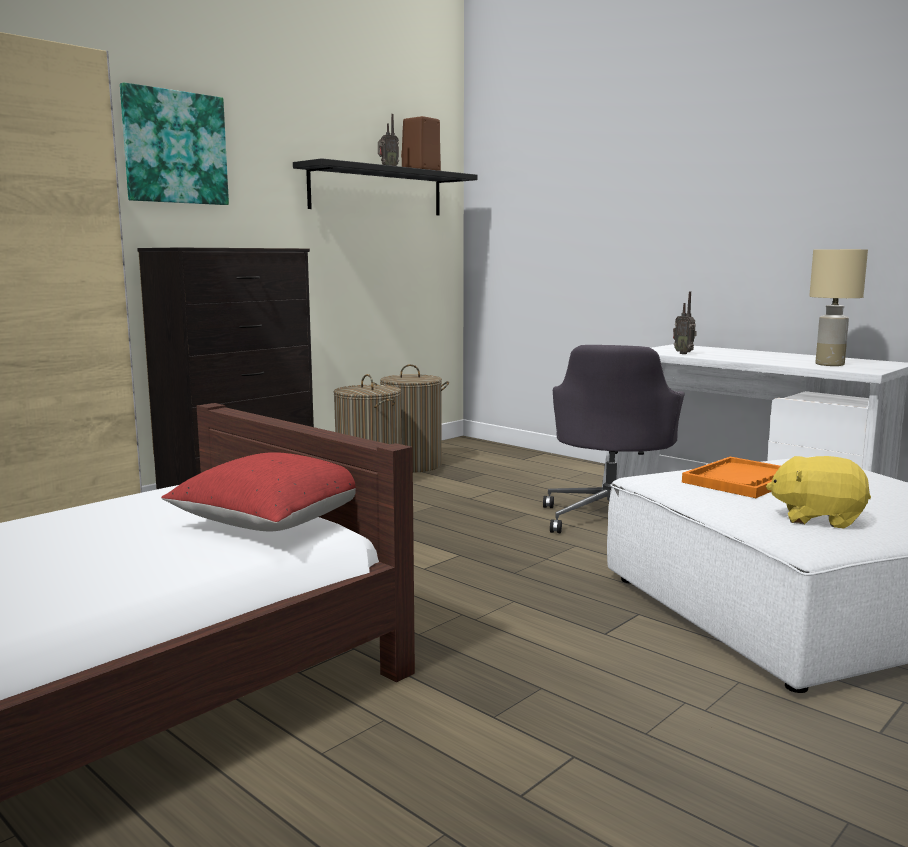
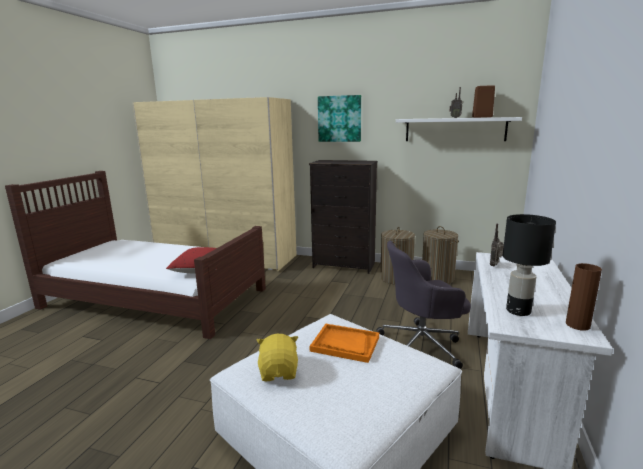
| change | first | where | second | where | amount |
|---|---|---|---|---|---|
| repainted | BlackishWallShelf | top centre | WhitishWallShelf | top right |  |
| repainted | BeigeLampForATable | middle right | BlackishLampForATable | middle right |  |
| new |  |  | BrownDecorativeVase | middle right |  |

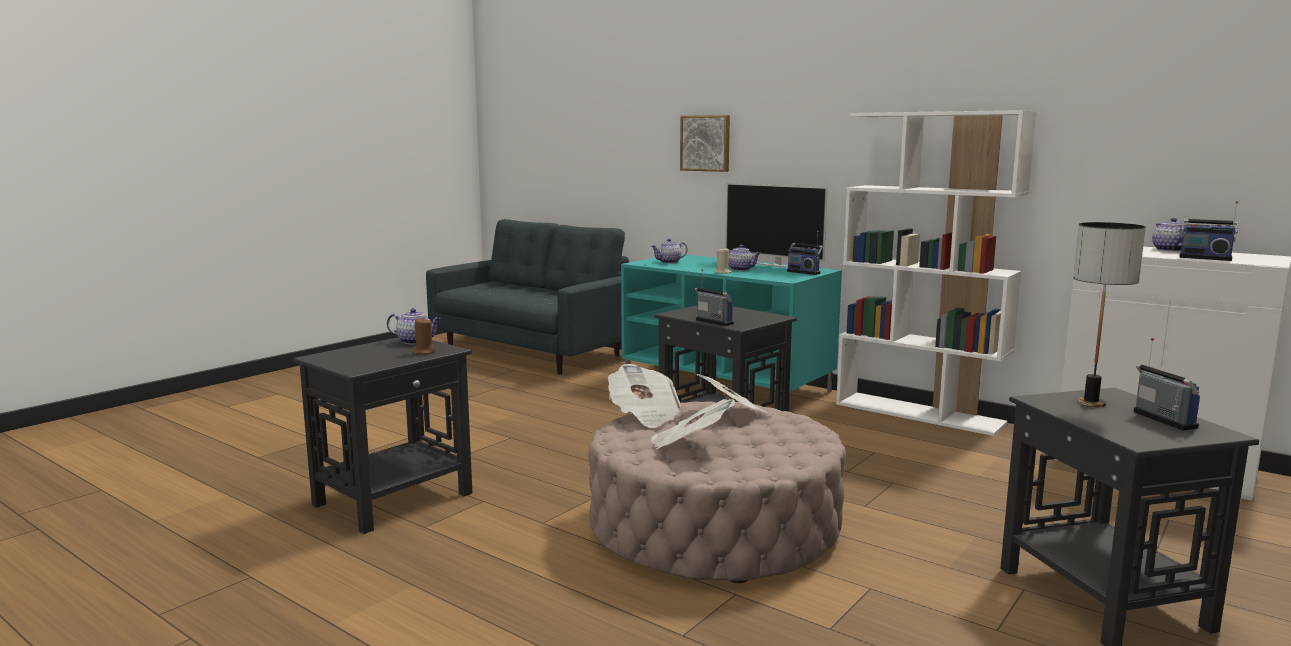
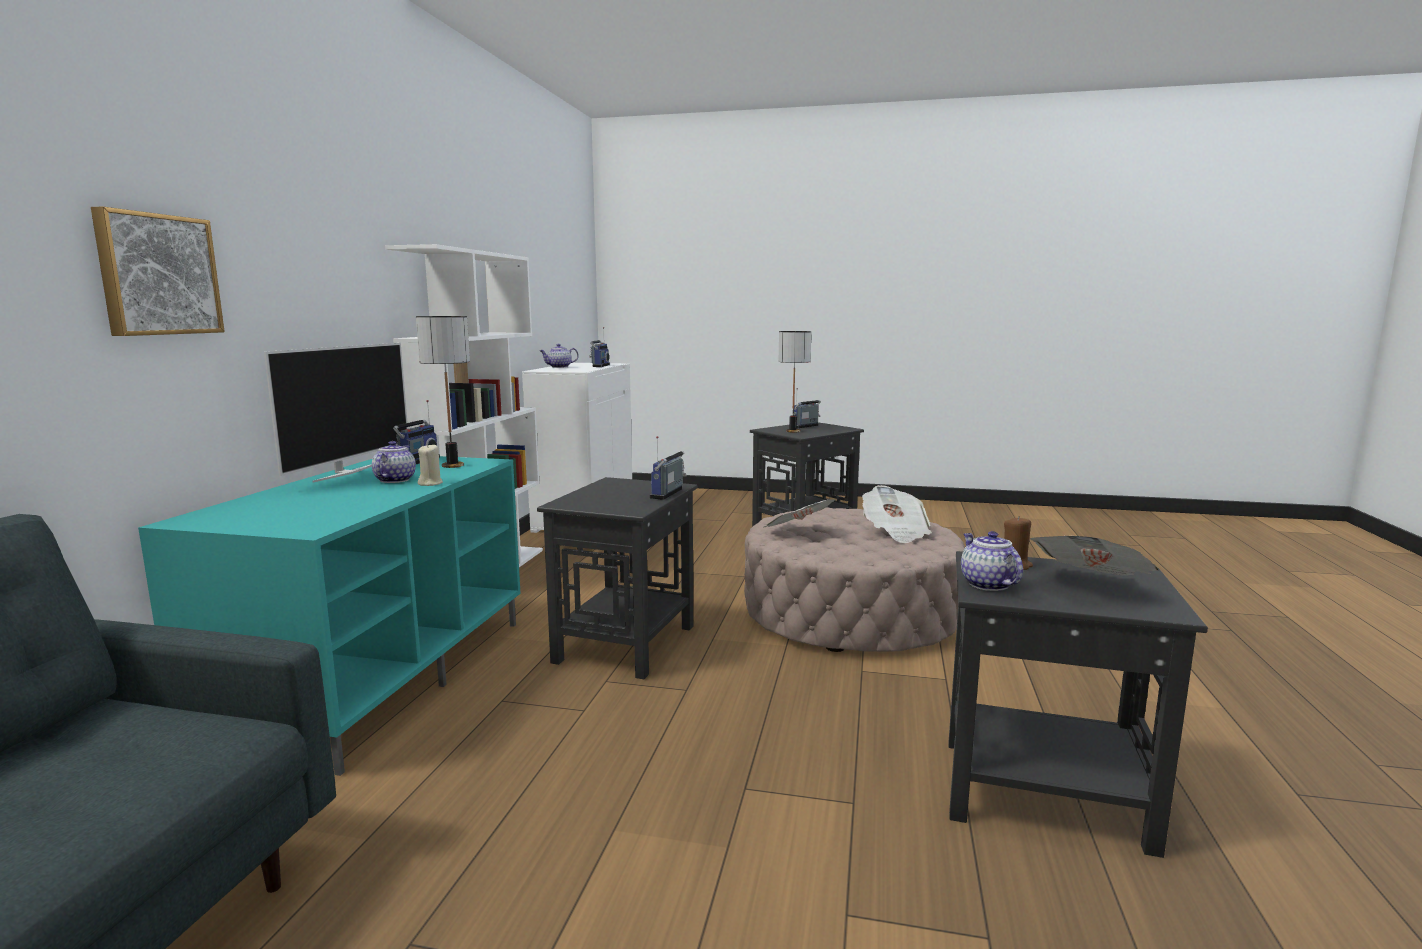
| change | first | where | second | where | amount |
|---|---|---|---|---|---|
| new |  |  | LampForATable (no. 1 from left) | middle left |  |
| shifted | Newspaper (no. 1 from left in the first image) | centre | Newspaper (no. 3 from left) | middle right |  |
| gone | TeaPot (no. 2 from left) | centre |  |  |  |

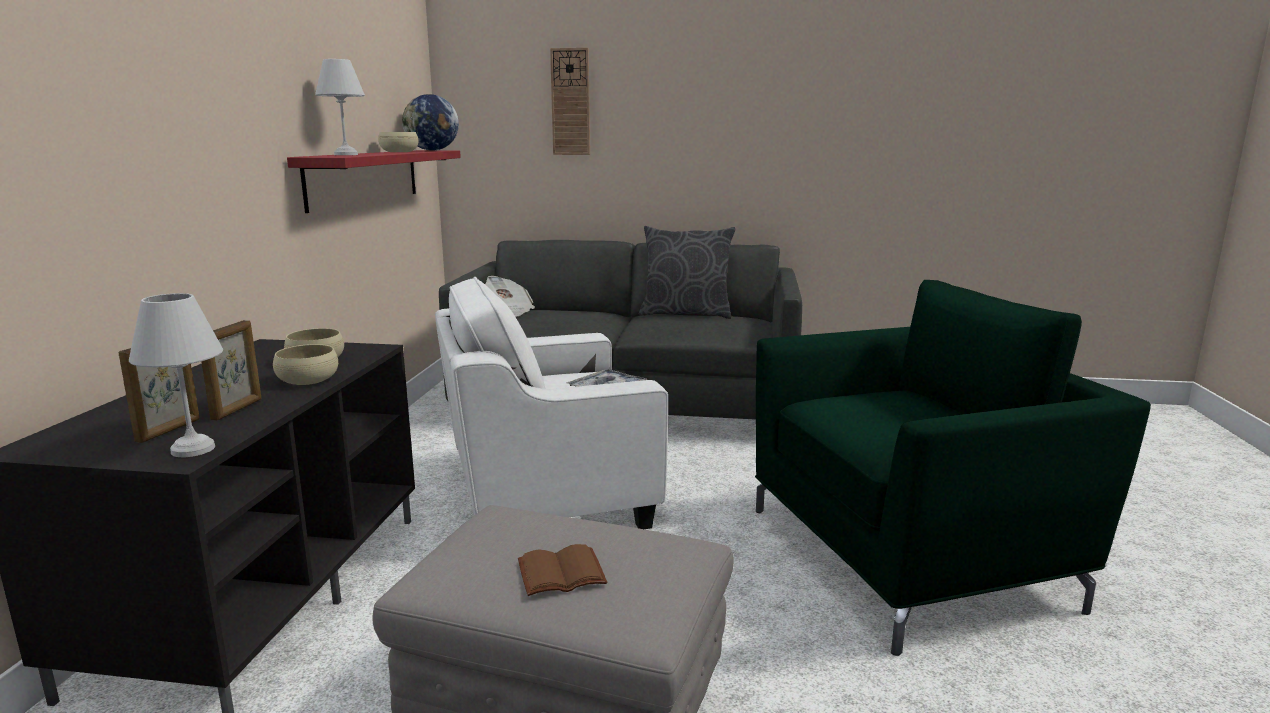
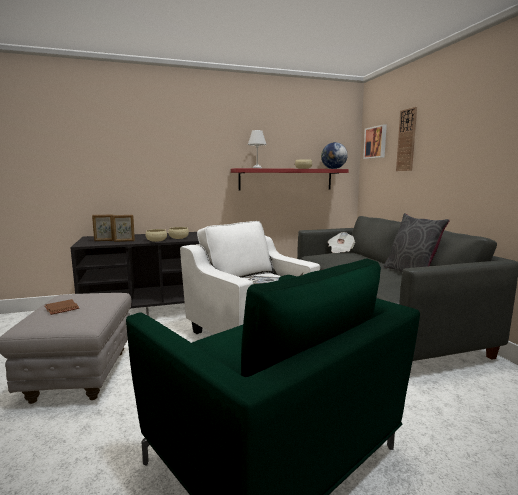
| change | first | where | second | where | amount |
|---|---|---|---|---|---|
| new |  |  | WallArt | top right |  |
| gone | WhitishLampForATable (no. 1 from left) | middle left |  |  |  |

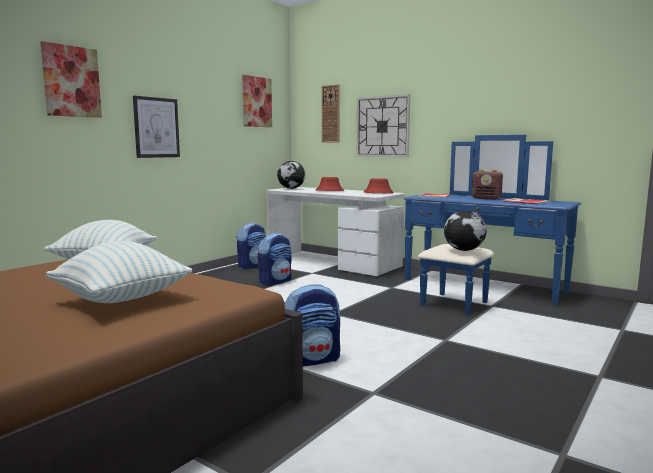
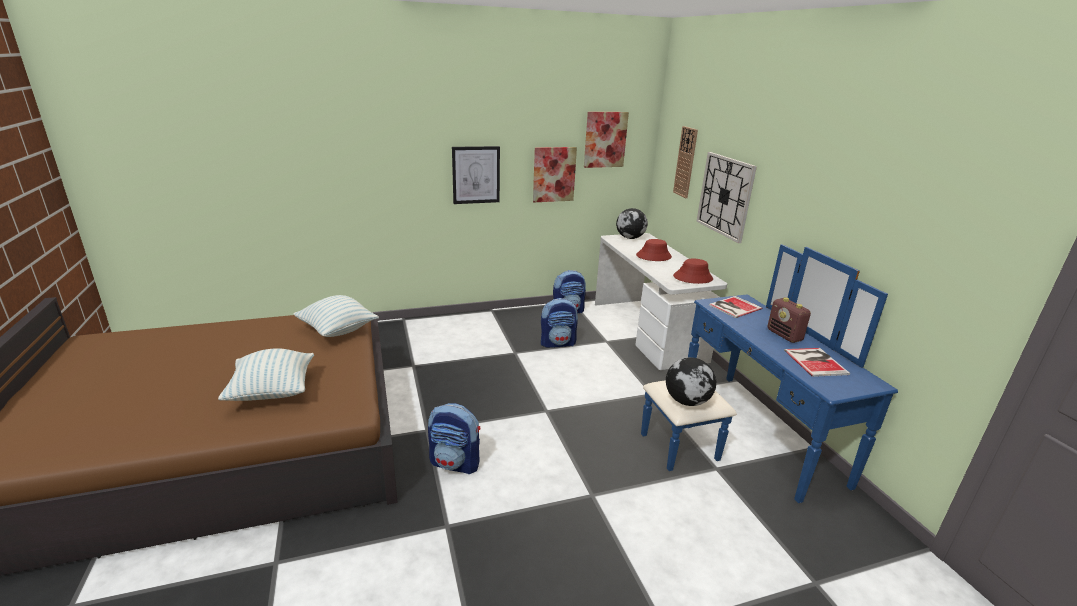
| change | first | where | second | where | amount |
|---|---|---|---|---|---|
| shifted | WallArt (no. 1 from left in the first image) | top left | WallArt (no. 2 from left) | top centre |  |

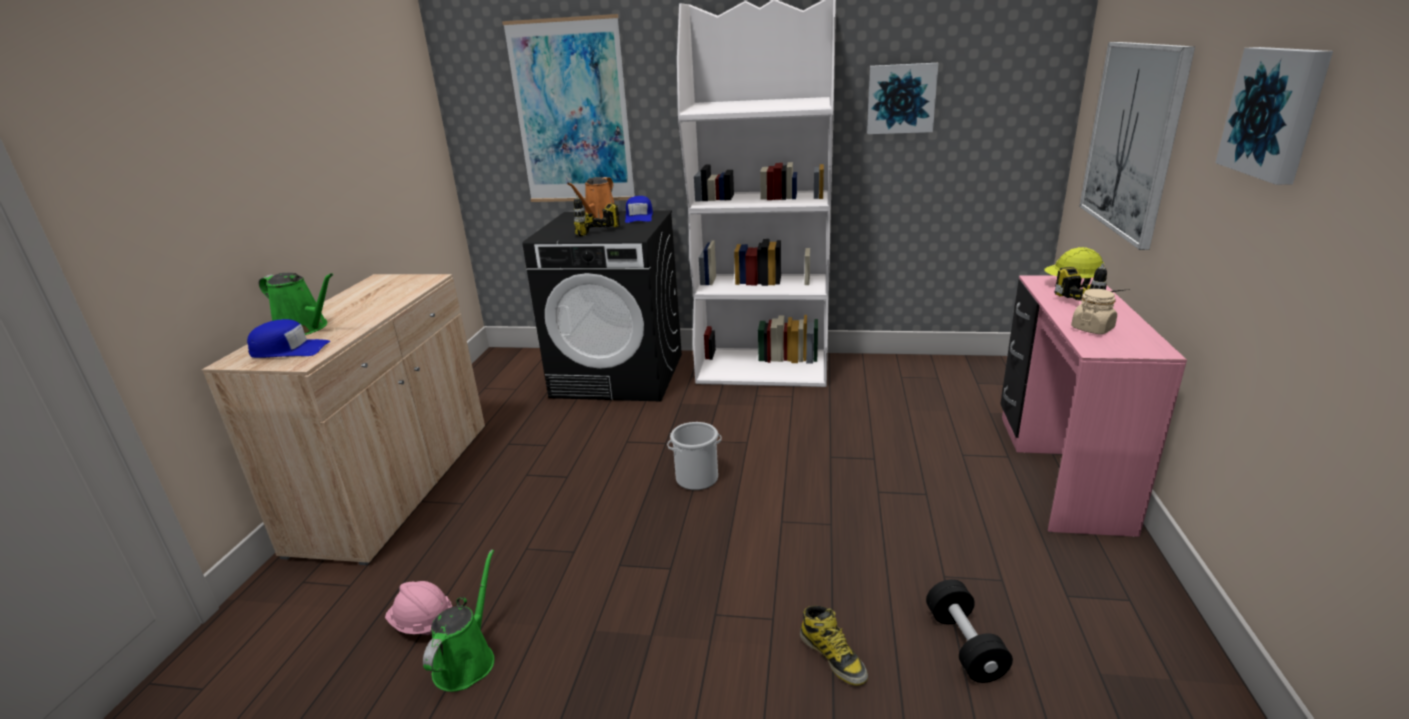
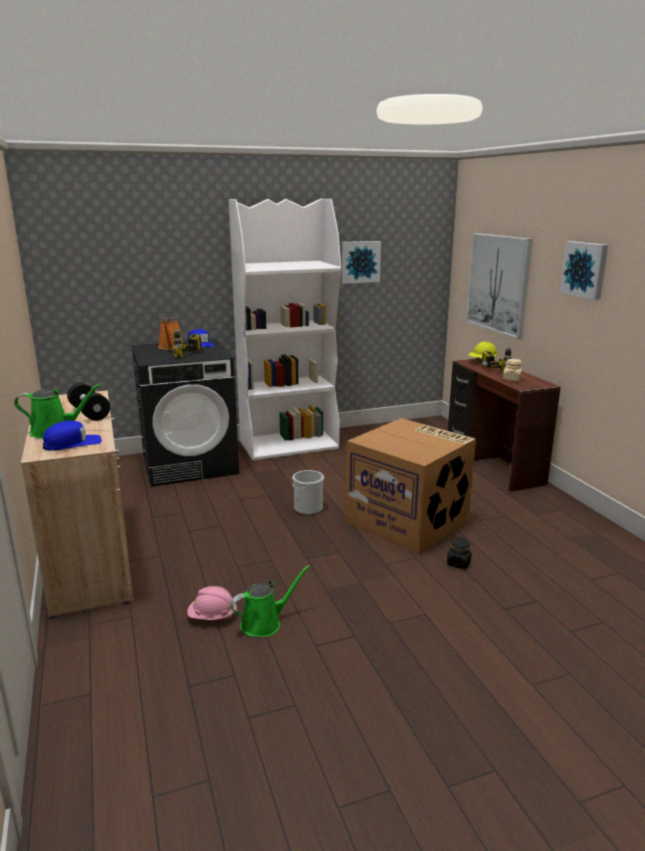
| change | first | where | second | where | amount |
|---|---|---|---|---|---|
| shifted | BlackishHandWeight | bottom right |  | middle left |  |
| rotated | GreenColouredSprinklingCan (no. 2 from left) | bottom left |  | bottom centre | 75 degrees clockwise |
| new |  |  | CardboardBox | centre |  |
| swapped | HighTopBoot | bottom centre | BlackishStorageJar | middle right |  |
| repainted | PinkColouredDeskTable | middle right | BrownDeskTable | middle right |  |
| gone | WallArt (no. 1 from left) | top centre |  |  |  |

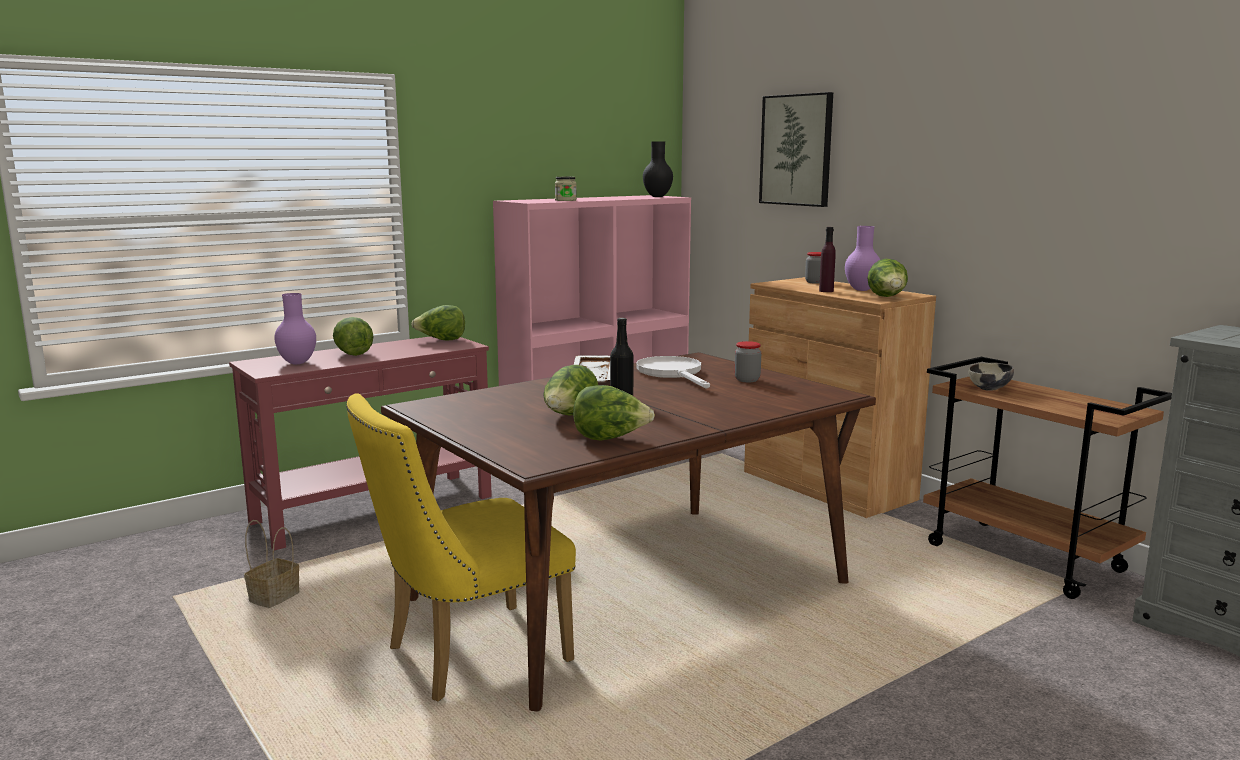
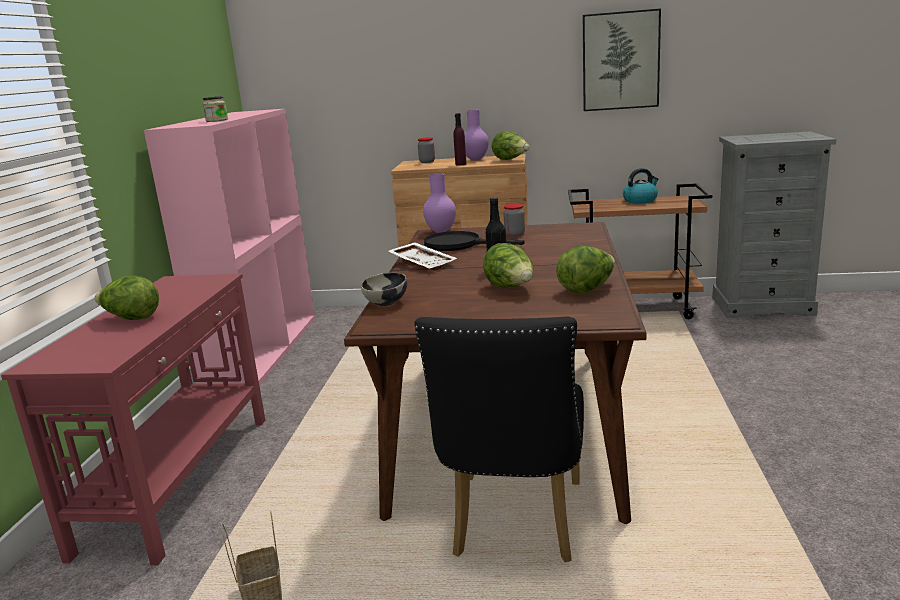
| change | first | where | second | where | amount |
|---|---|---|---|---|---|
| shifted | DeepDish | middle right |  | centre |  |
| repainted | YellowChair | bottom centre | BlackishChair | bottom centre |  |
| shifted | PurplishDecorativeVase (no. 1 from left) | middle left |  | centre |  |
| repainted | WhitishSkillet | centre | BlackishSkillet | centre |  |
| shifted | WallArt | top centre |  | top right |  |
| new |  |  | TeaKettle | top right |  |
| gone | HeadOfLettuce (no. 2 from left) | centre |  |  |  |
| gone | BlackishDecorativeVase | top centre |  |  |  |

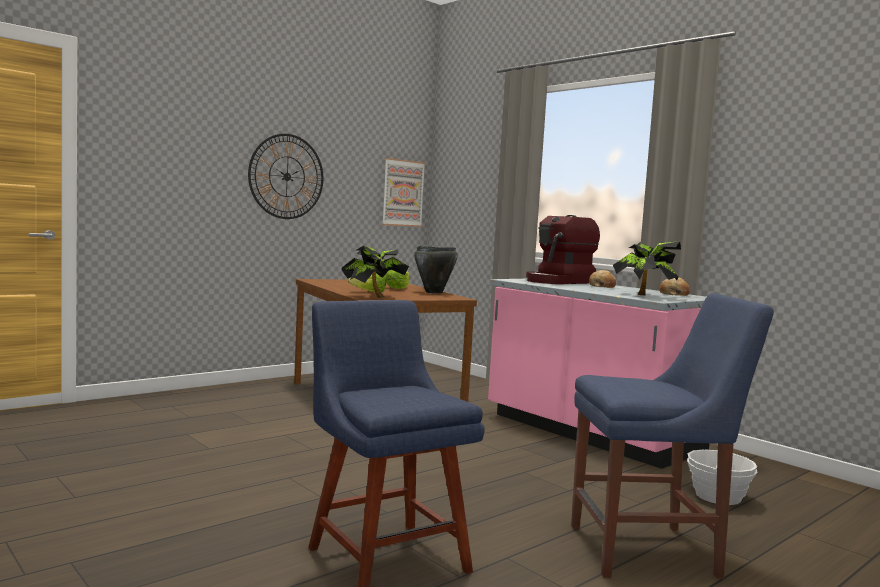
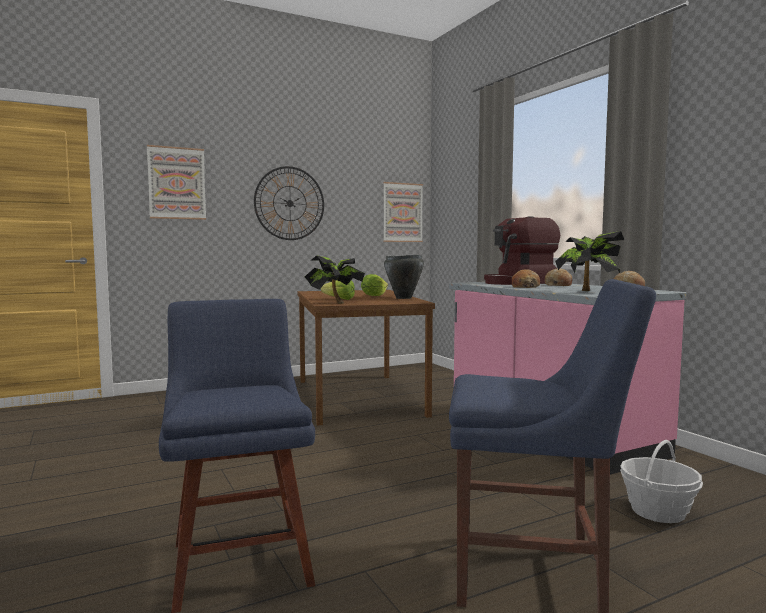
| change | first | where | second | where | amount |
|---|---|---|---|---|---|
| new |  |  | WallArt (no. 1 from left) | top left |  |
| new |  |  | Bread (no. 1 from left) | middle right |  |

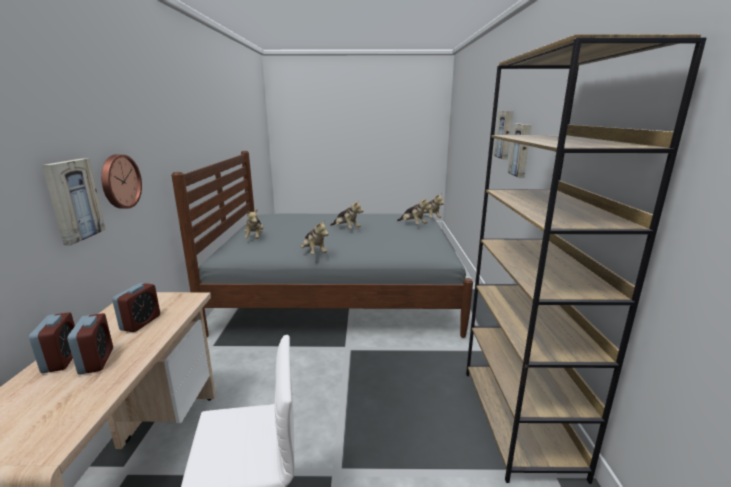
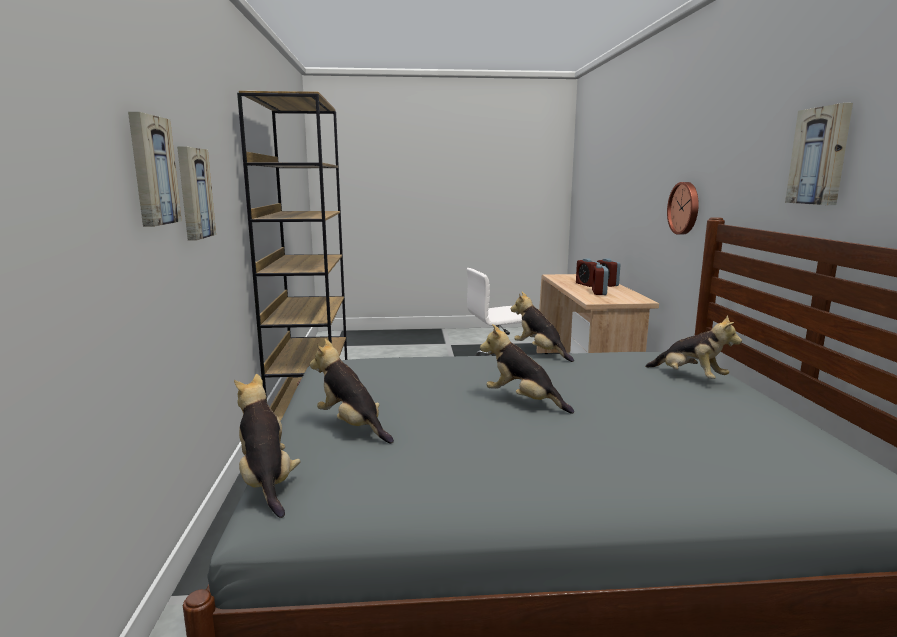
| change | first | where | second | where | amount |
|---|---|---|---|---|---|
| rotated | SoftToy (no. 1 from left in the first image) | centre | SoftToy (no. 5 from left) | middle right | 150 degrees clockwise |
| shifted | WallArt (no. 1 from left in the first image) | middle left | WallArt (no. 3 from left) | top right |  |

